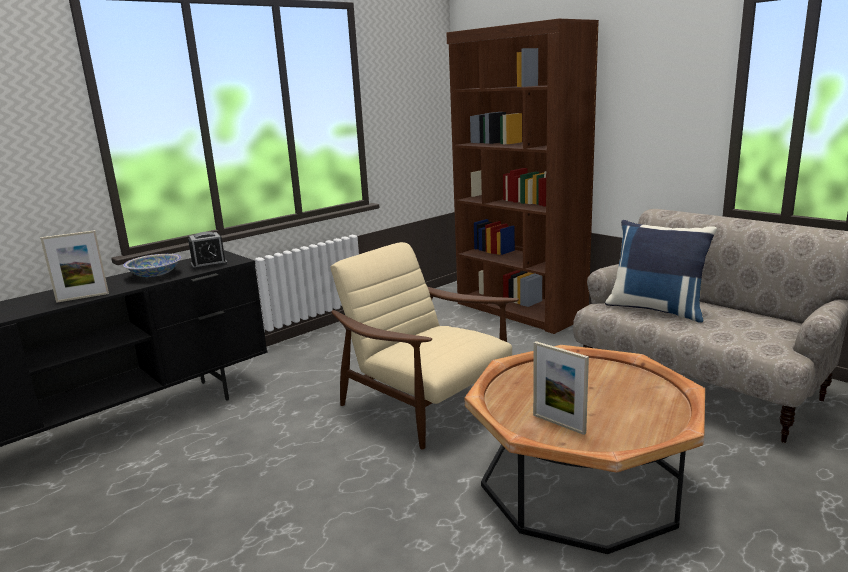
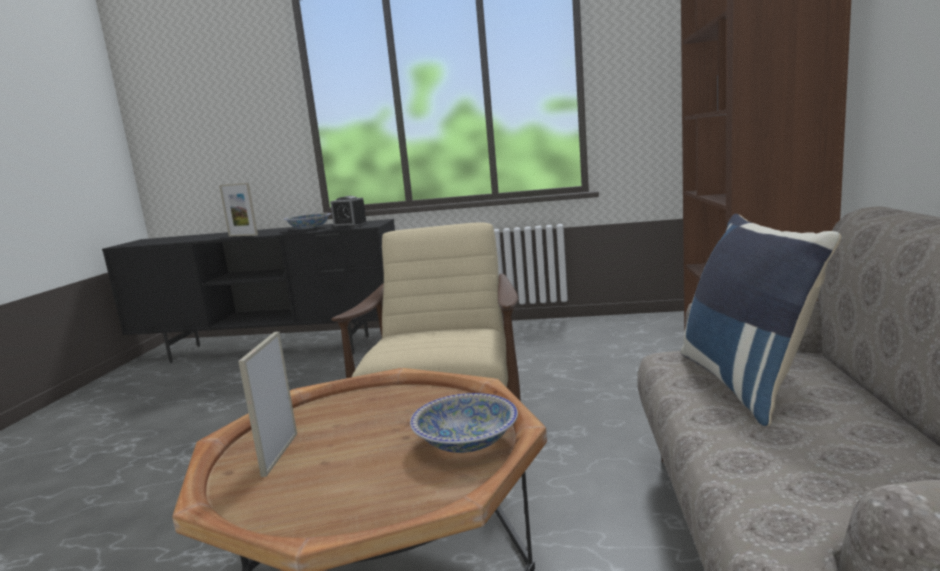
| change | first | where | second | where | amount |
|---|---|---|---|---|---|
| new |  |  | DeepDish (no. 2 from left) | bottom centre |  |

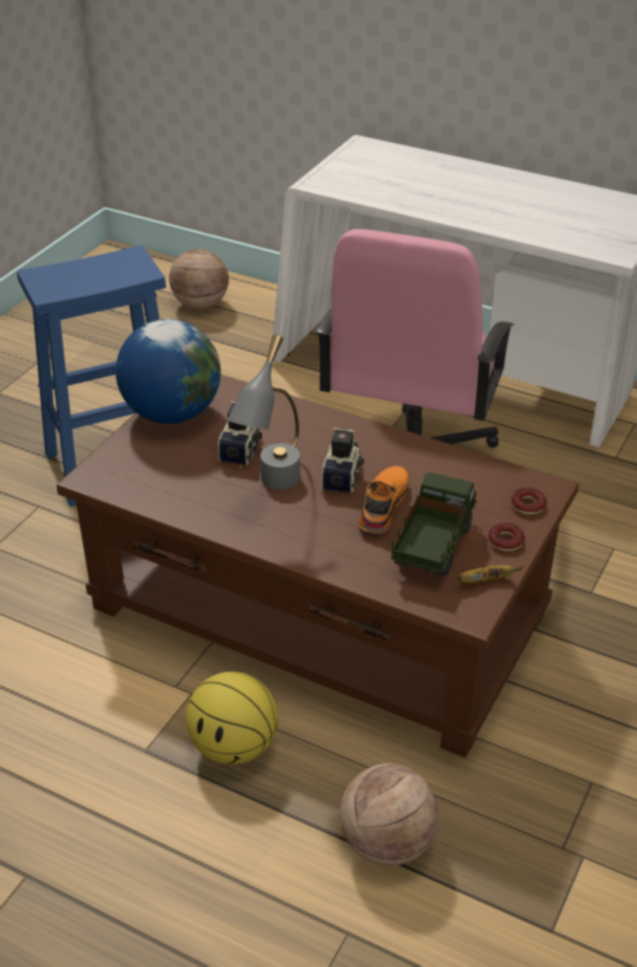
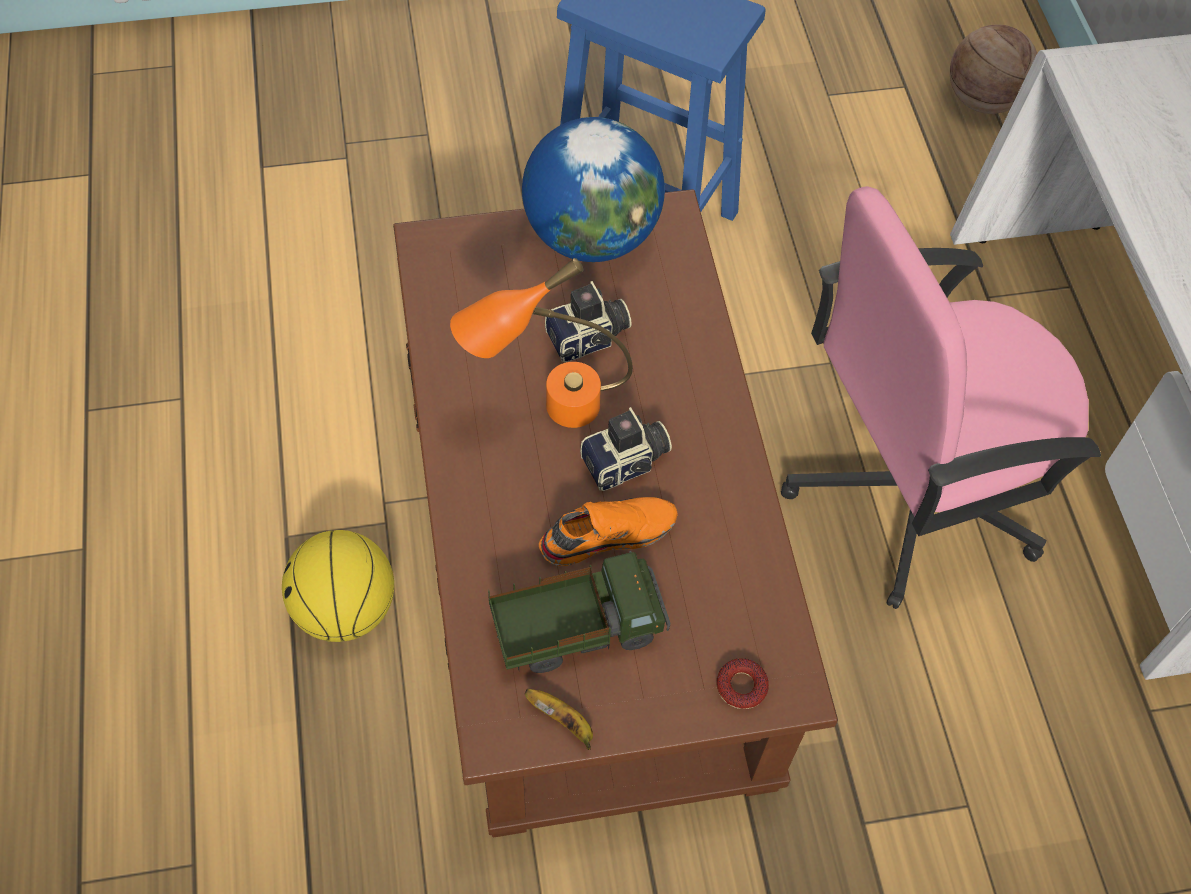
| change | first | where | second | where | amount |
|---|---|---|---|---|---|
| repainted | GreyLampForATable | centre | OrangeLampForATable | centre |  |
| gone | Basketball (no. 3 from left) | bottom centre |  |  |  |
| gone | Doughnut (no. 1 from left) | middle right |  |  |  |

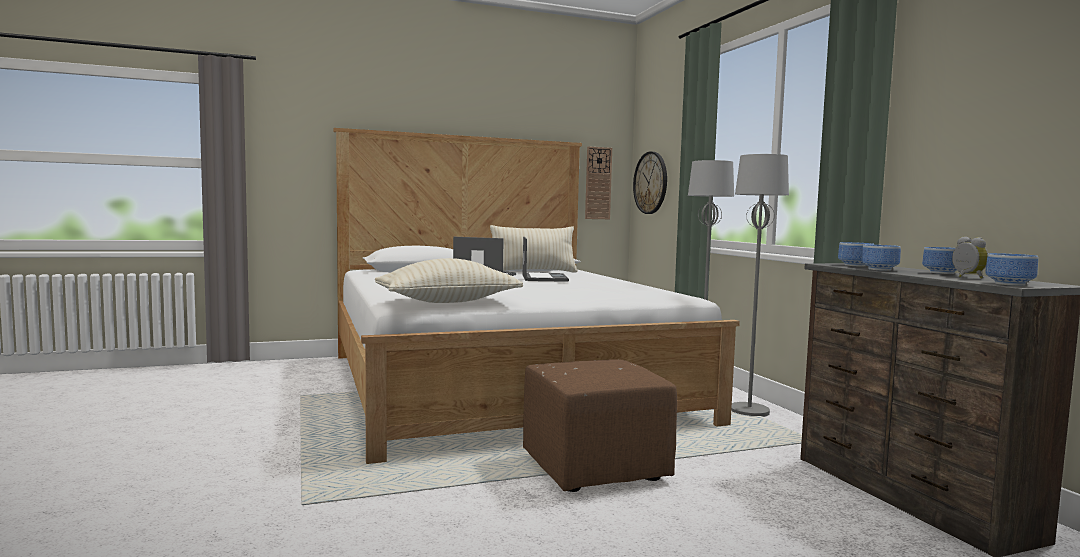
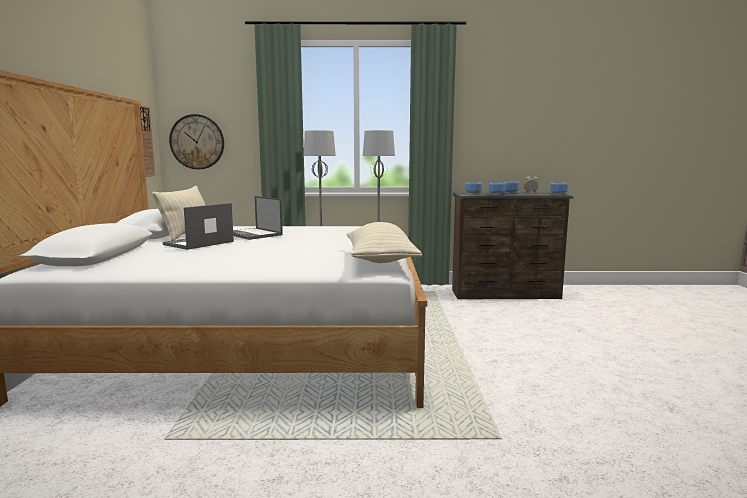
| change | first | where | second | where | amount |
|---|---|---|---|---|---|
| rotated | NotebookComputer (no. 2 from left) | centre |  | centre | 150 degrees counterclockwise |
| gone | BrownPouffe | bottom centre |  |  |  |

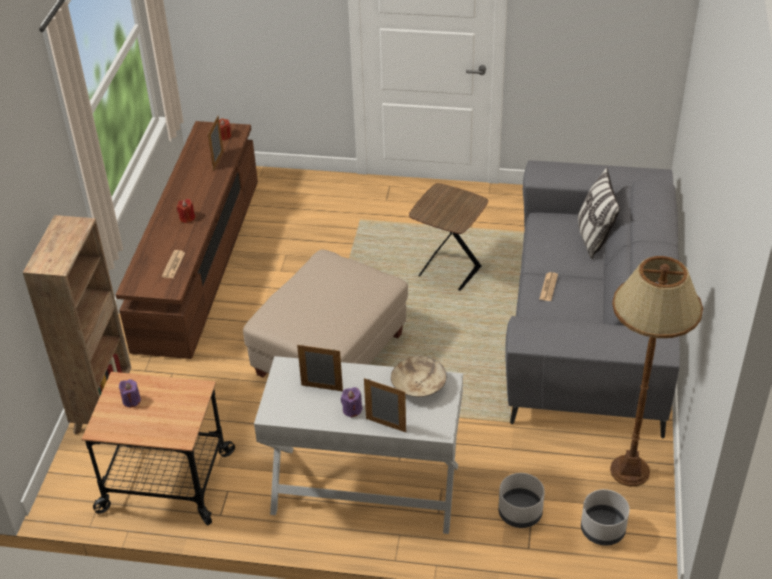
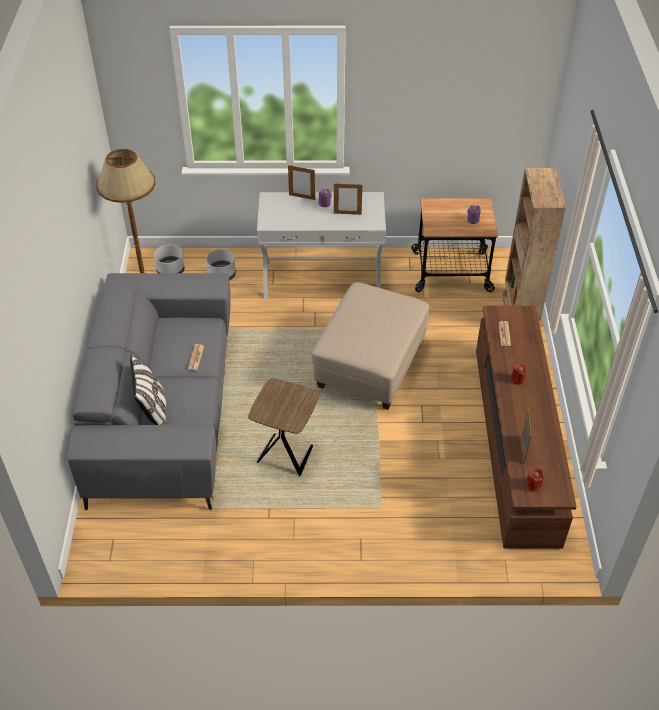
| change | first | where | second | where | amount |
|---|---|---|---|---|---|
| gone | BeigeDeepDish | centre |  |  |  |

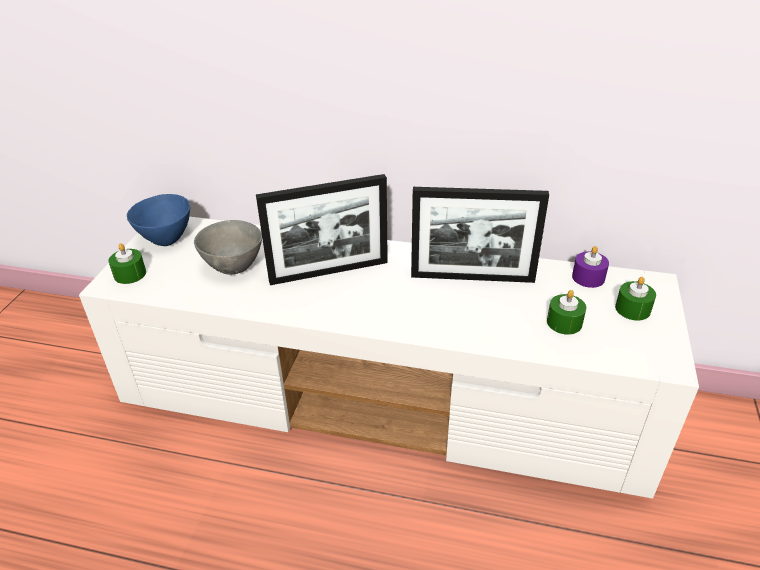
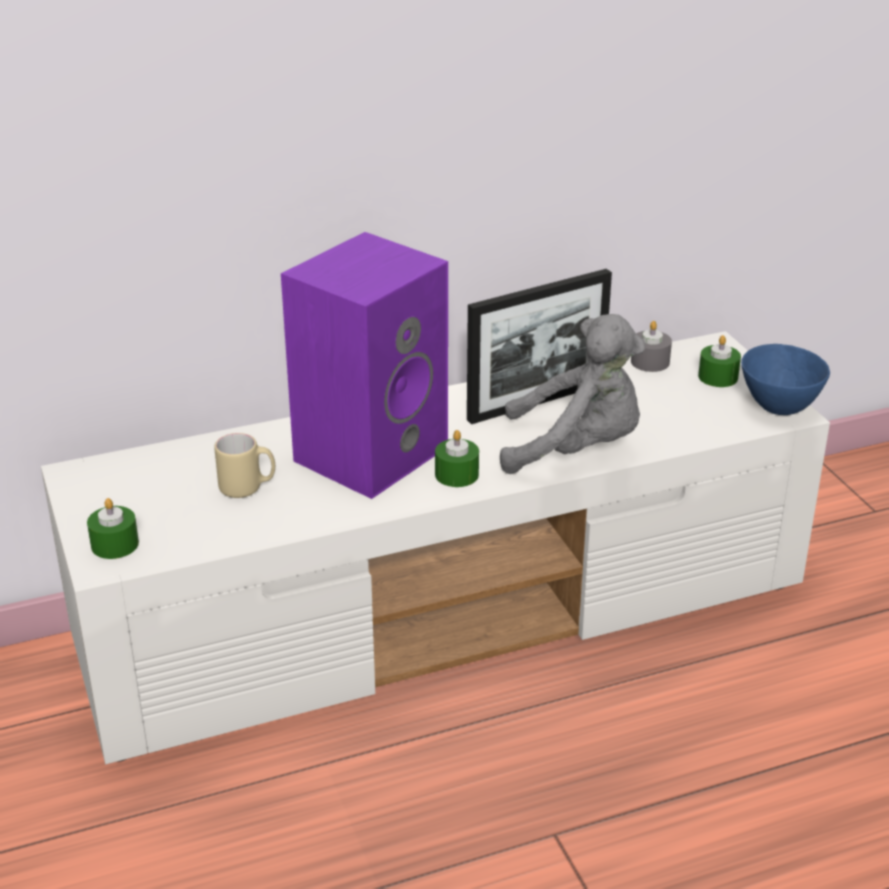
| change | first | where | second | where | amount |
|---|---|---|---|---|---|
| swapped | GreyDeepDish | middle left | BeigeTeaMug | middle left |  |
| swapped | StandingFrame (no. 1 from left) | centre | PurplishAudioSpeaker | centre |  |
| shifted | GreenColouredWaxCandle (no. 2 from left) | middle right |  | centre |  |
| new |  |  | GreySoftToy | centre |  |
| repainted | PurplishWaxCandle | middle right | GreyWaxCandle | middle right |  |
| shifted | BlueDeepDish | middle left |  | middle right |  |

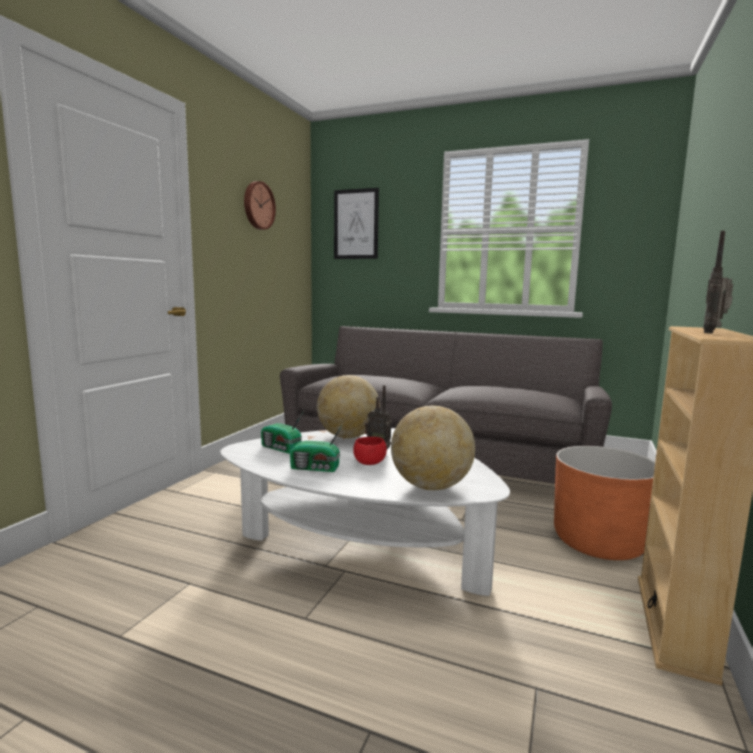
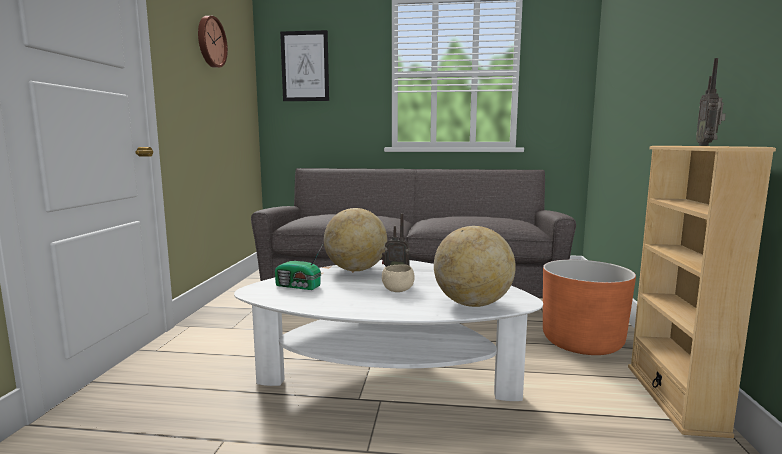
| change | first | where | second | where | amount |
|---|---|---|---|---|---|
| repainted | ReddishDeepDish | centre | BeigeDeepDish | centre |  |
| gone | RadioSet (no. 2 from left) | centre |  |  |  |

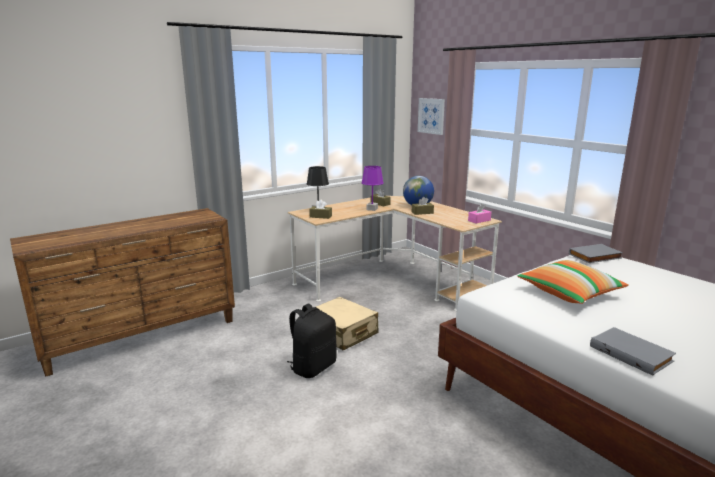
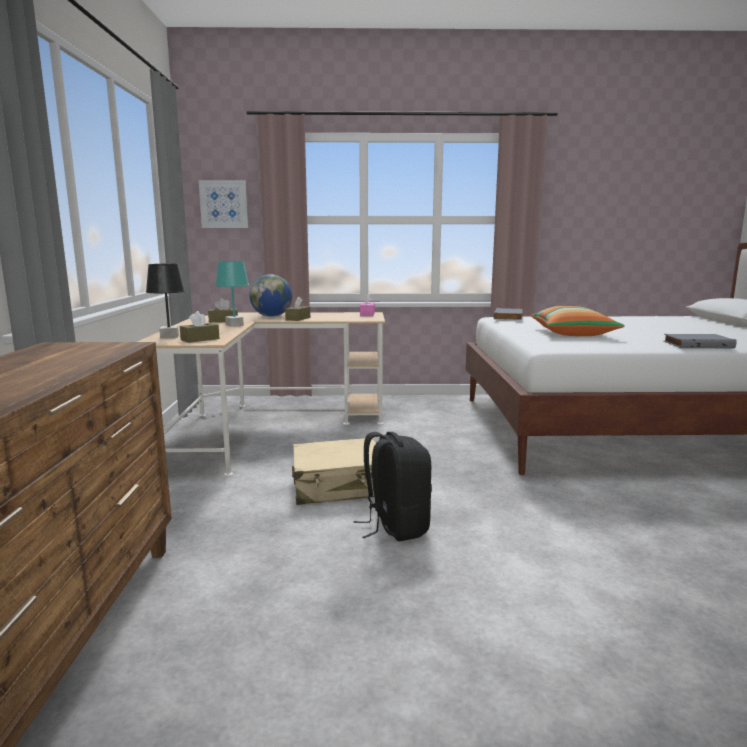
| change | first | where | second | where | amount |
|---|---|---|---|---|---|
| repainted | PurplishLampForATable | centre | BlueGreenLampForATable | middle left |  |

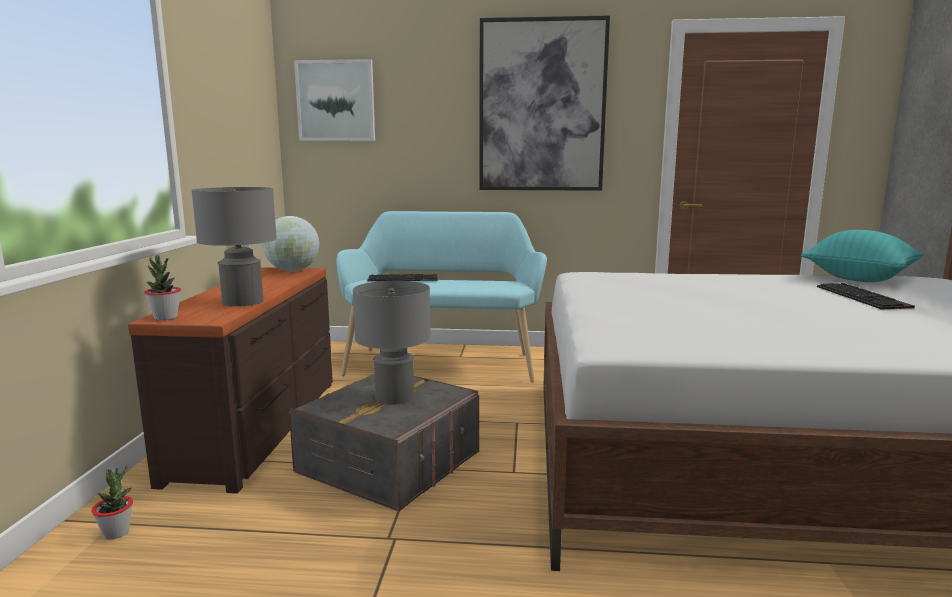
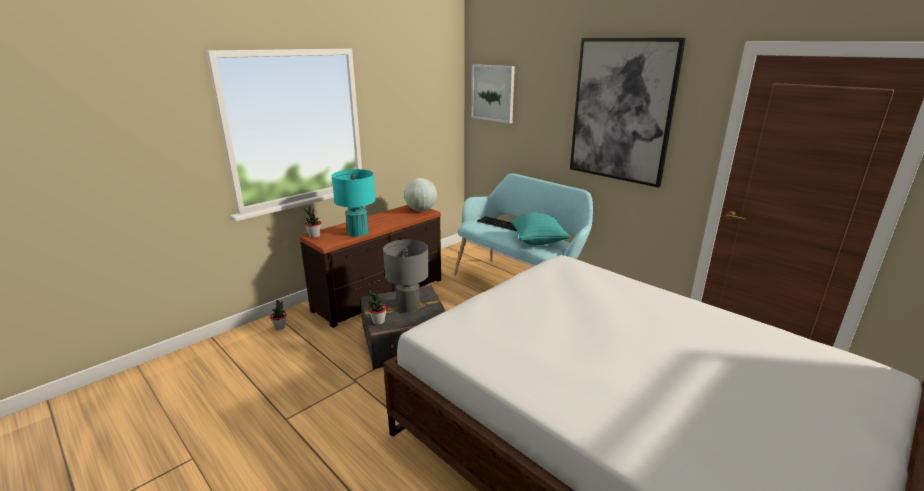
| change | first | where | second | where | amount |
|---|---|---|---|---|---|
| repainted | GreyLampForATable (no. 1 from left) | middle left | BlueGreenLampForATable | centre |  |
| new |  |  | PlantInAPot (no. 3 from left) | centre |  |
| shifted | BlueGreenPillow | middle right |  | centre |  |
| gone | ComputerKeyboard (no. 2 from left) | middle right |  |  |  |

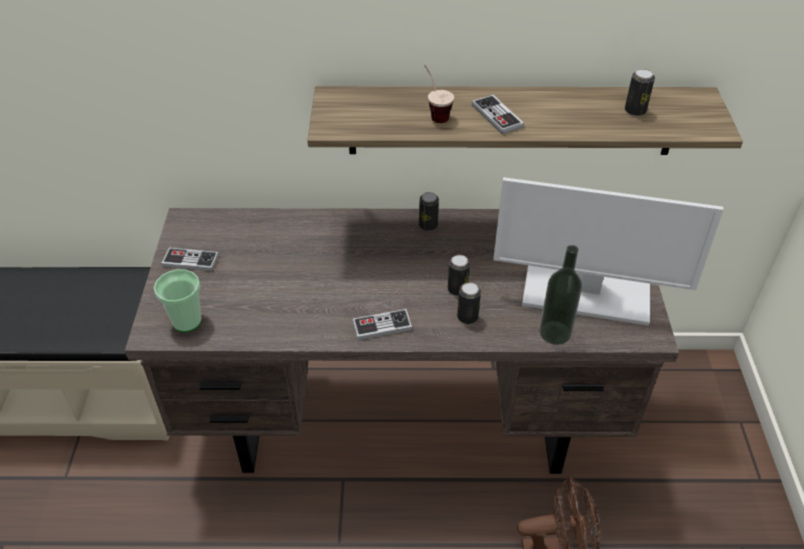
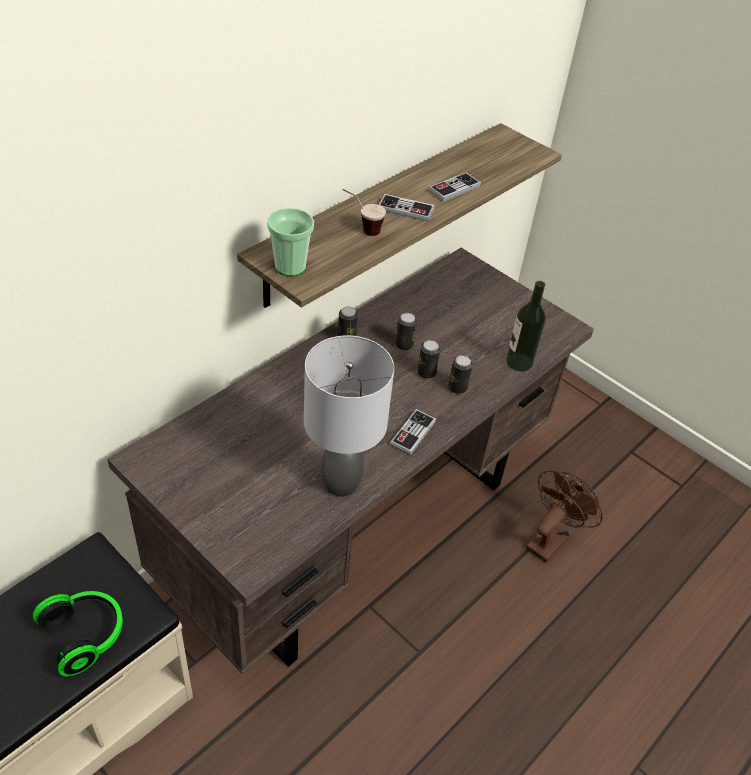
| change | first | where | second | where | amount |
|---|---|---|---|---|---|
| new |  |  | Headset | bottom left |  |
| shifted | DrinkingCup (no. 1 from left) | middle left |  | top centre |  |
| new |  |  | GreyLampForATable | centre |  |
| shifted | MetalCan (no. 4 from left in the first image) | top right | MetalCan (no. 2 from left) | centre |  |
| shifted | Joypad (no. 1 from left in the first image) | middle left | Joypad (no. 3 from left) | top centre |  |
| gone | ComputerDisplay | middle right |  |  |  |

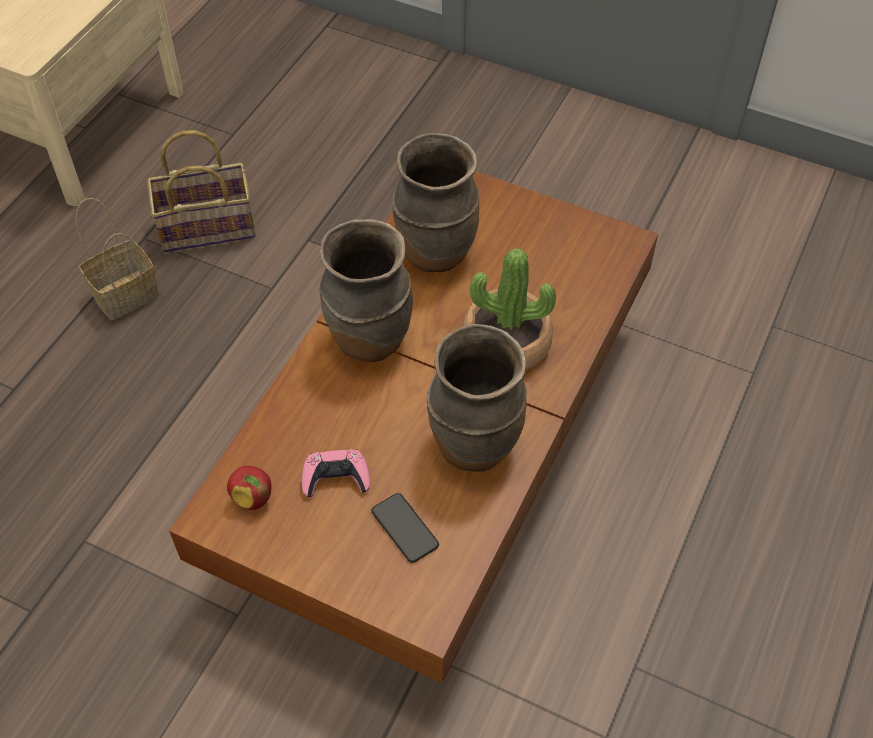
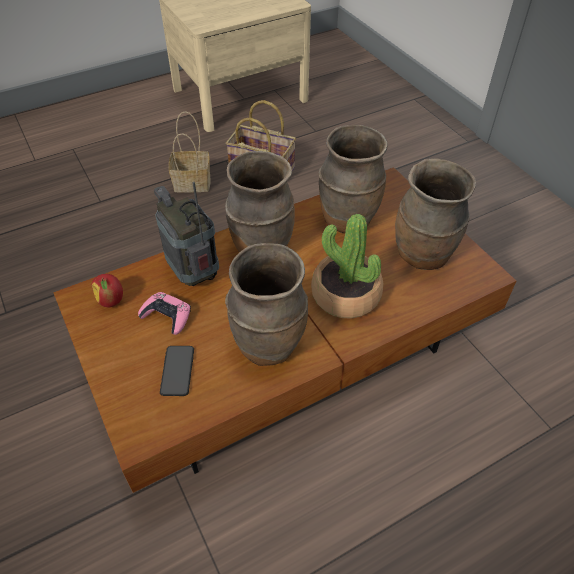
| change | first | where | second | where | amount |
|---|---|---|---|---|---|
| new |  |  | RadioSet | middle left |  |
| new |  |  | BrownDecorativeVase (no. 4 from left) | middle right |  |

